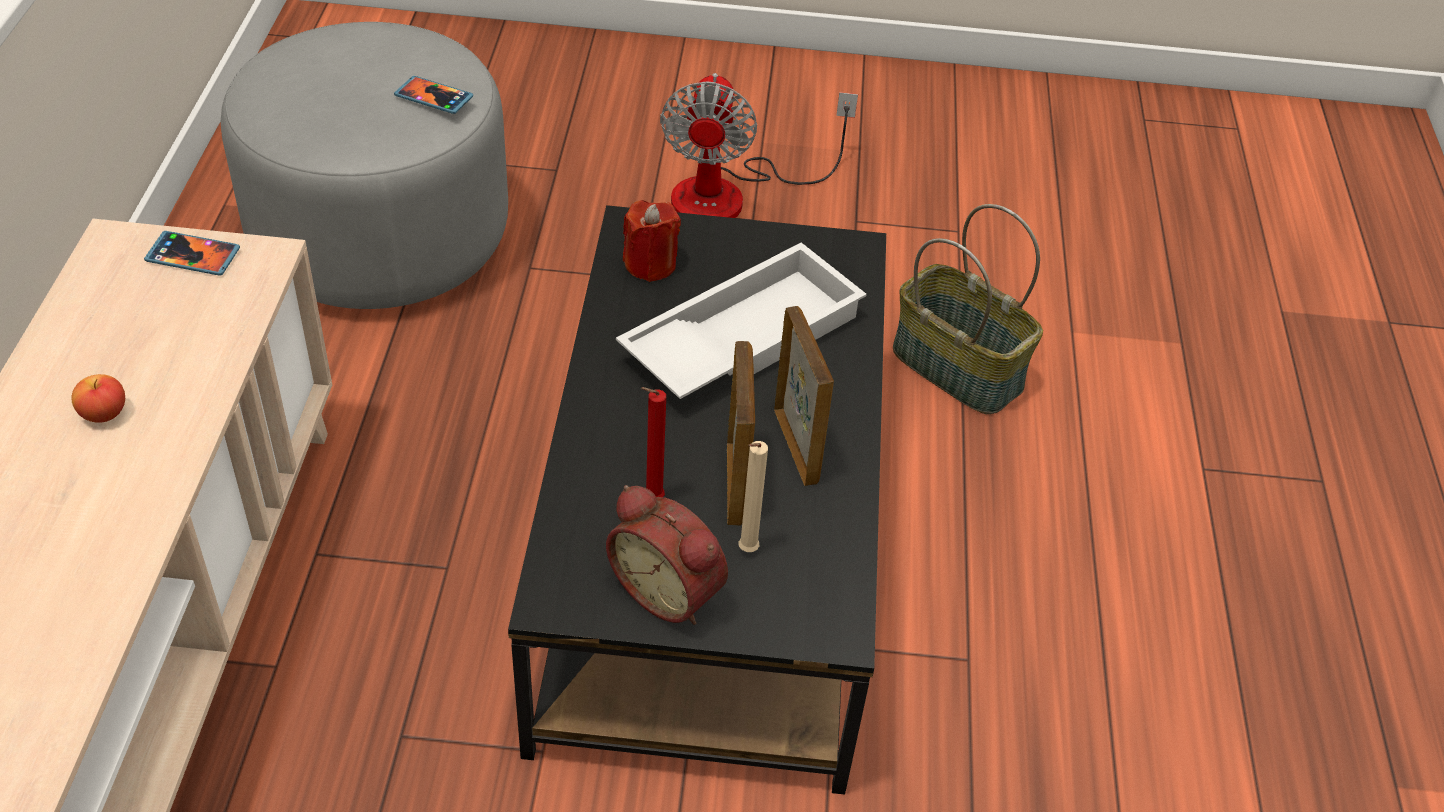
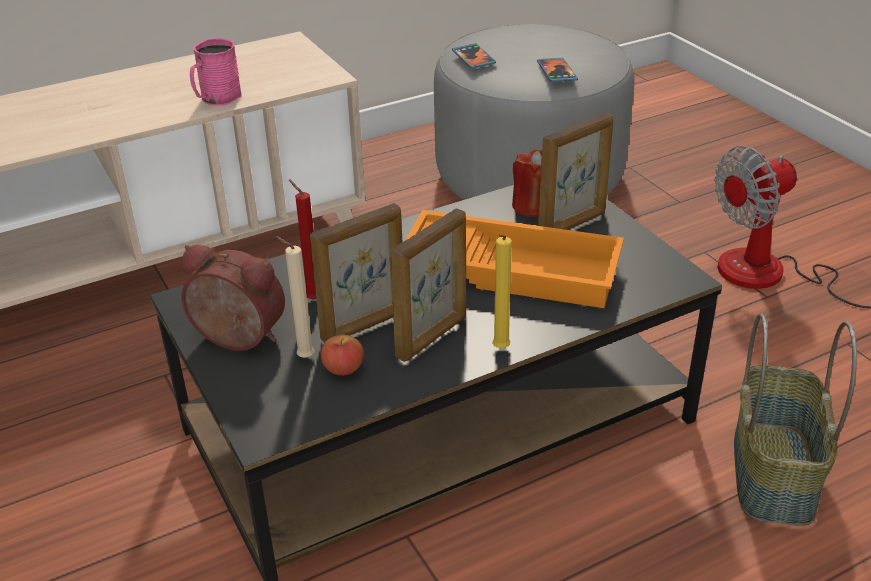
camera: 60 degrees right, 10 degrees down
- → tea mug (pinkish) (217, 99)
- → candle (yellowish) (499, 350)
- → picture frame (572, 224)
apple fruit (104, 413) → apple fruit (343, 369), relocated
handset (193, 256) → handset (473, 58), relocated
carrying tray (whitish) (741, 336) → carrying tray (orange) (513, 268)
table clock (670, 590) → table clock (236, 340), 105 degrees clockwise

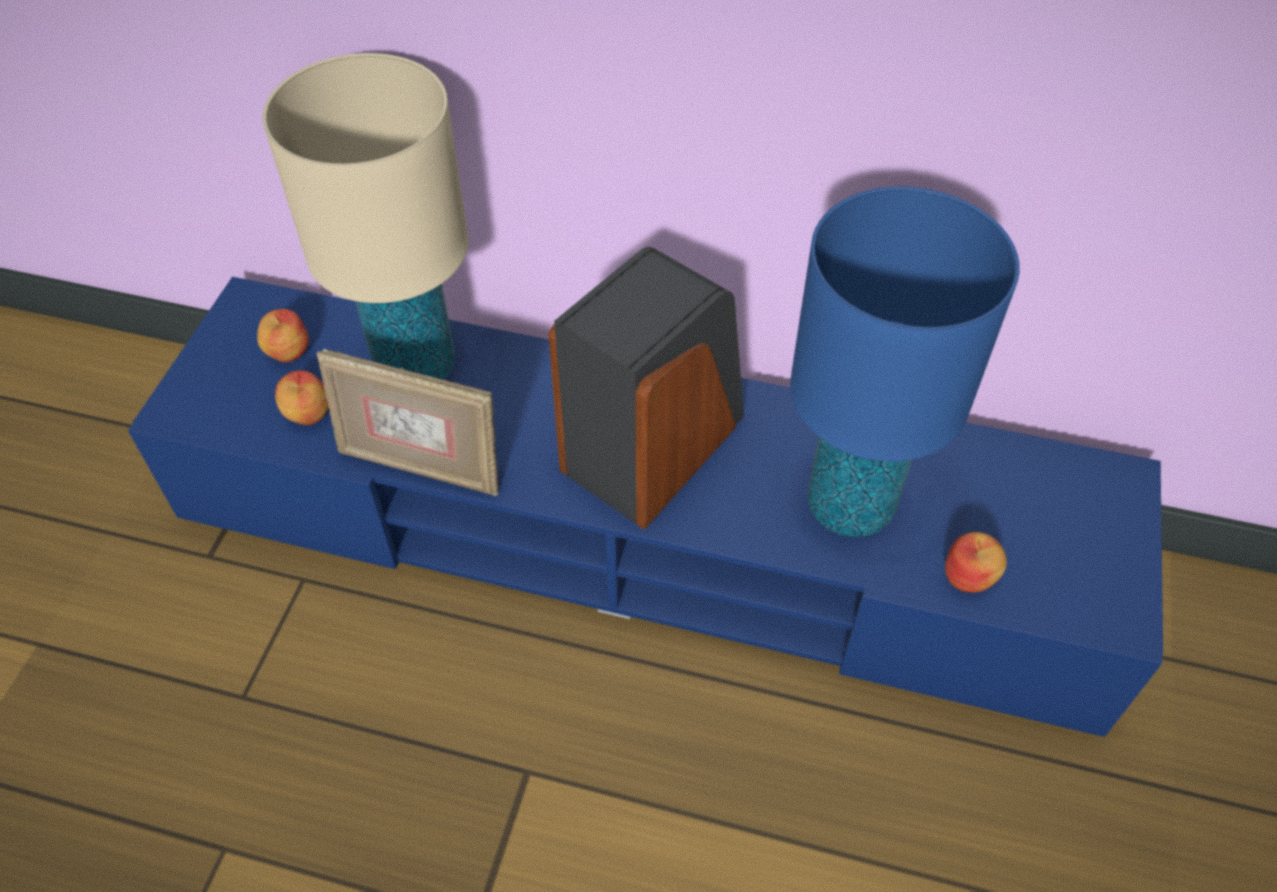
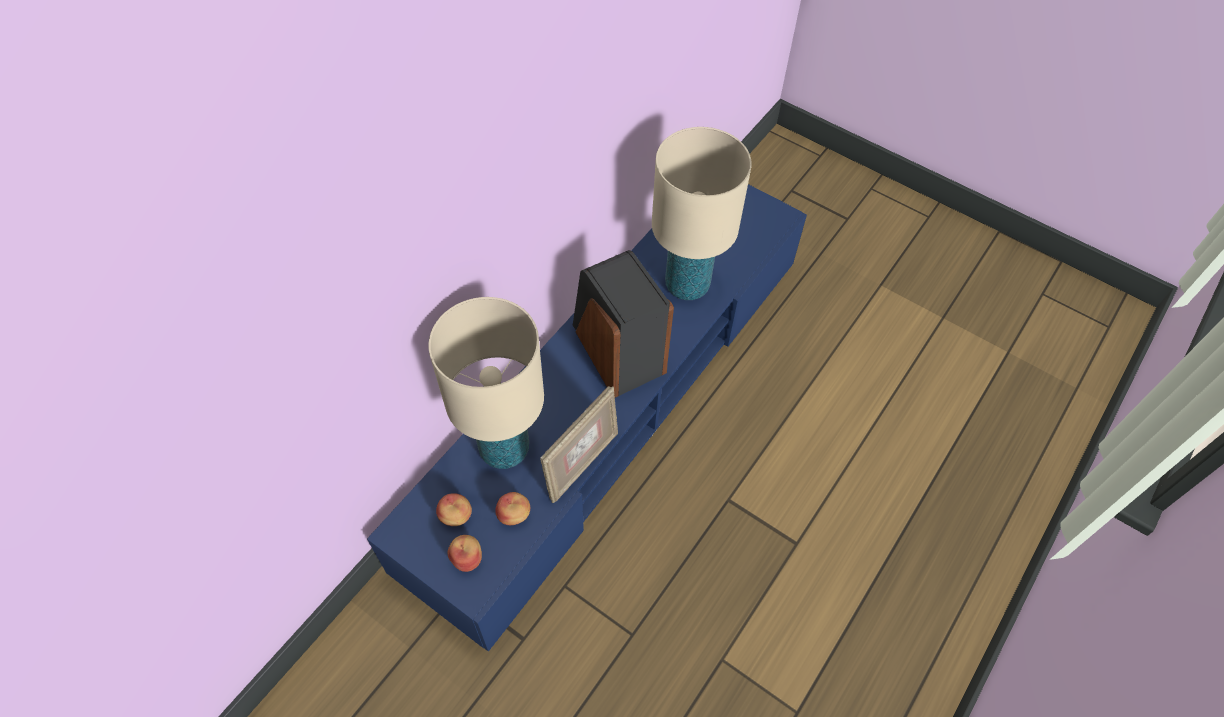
camera: 70 degrees left, 5 degrees up
apple fruit (969, 577) → apple fruit (467, 558), relocated
table lamp (blue-coloured) (849, 505) → table lamp (beige-coloured) (686, 285)

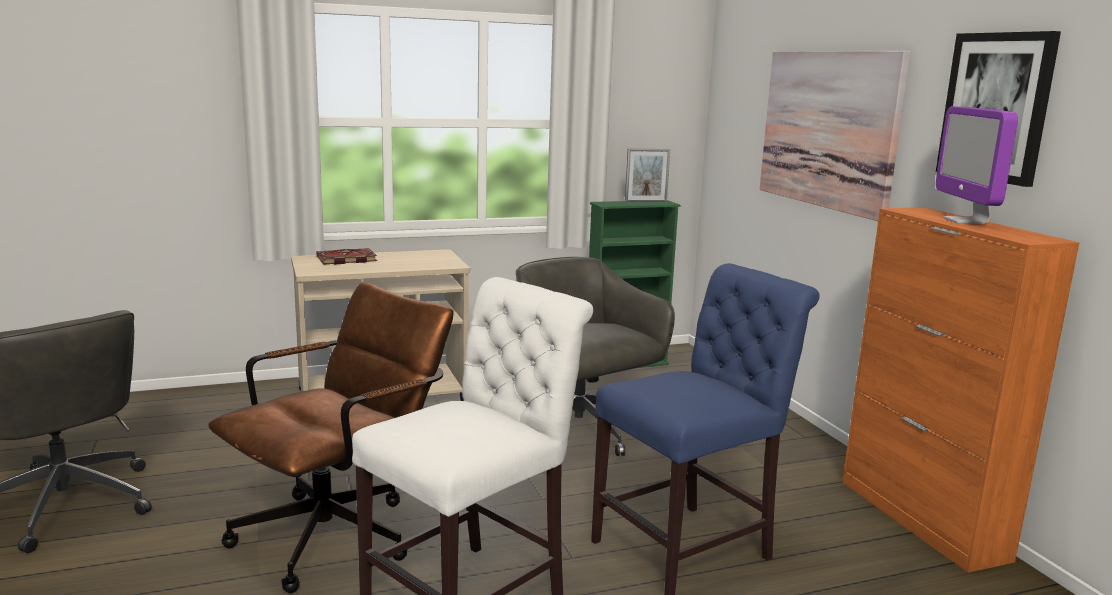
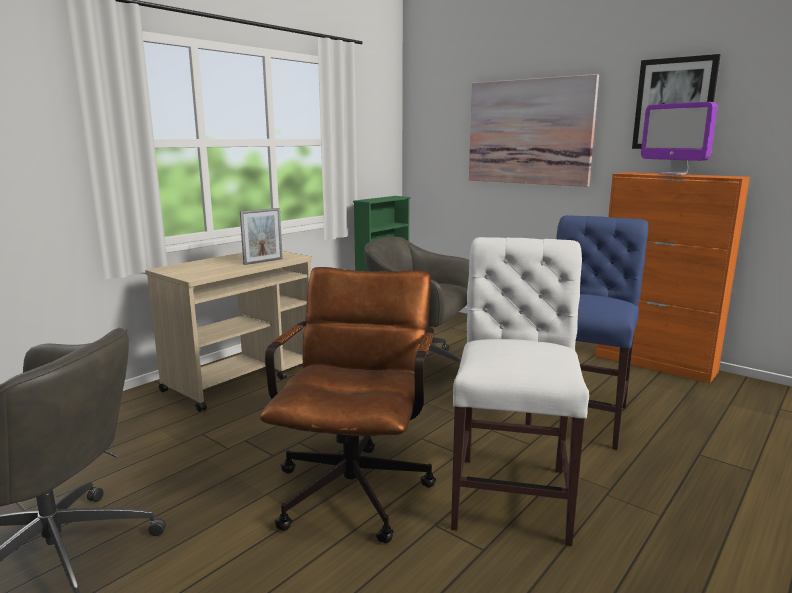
camera: 30 degrees left, 0 degrees up
bound book (345, 259) → -
picture frame (645, 202) → picture frame (263, 261), relocated

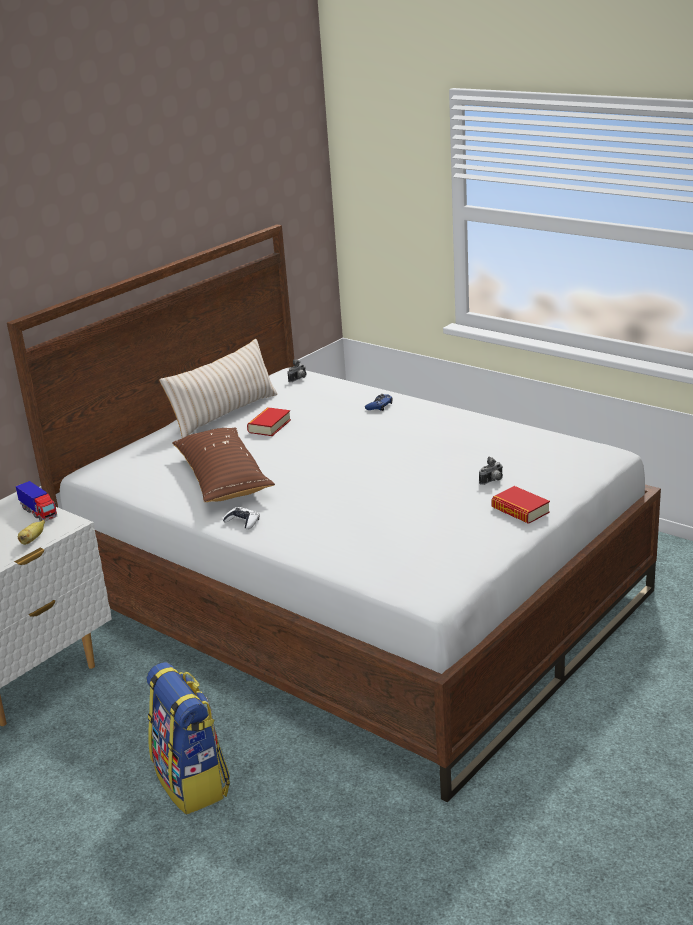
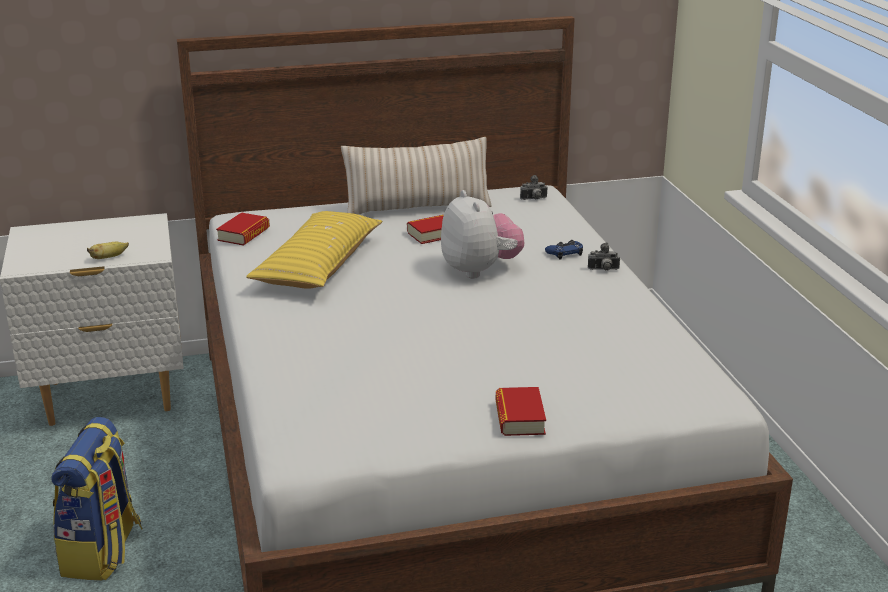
camera: 35 degrees right, 0 degrees up
toy truck (39, 513) → -
gamepad (whitish) (242, 522) → -
- → bound book (243, 234)
- → plush toy (480, 270)
photo camera (492, 481) → photo camera (603, 270), relocated
throw pillow (brown-coloured) (223, 478) → throw pillow (yellowish) (318, 265)

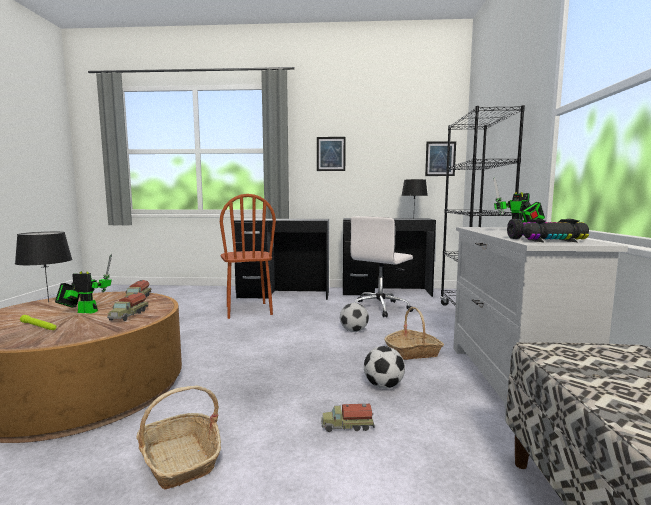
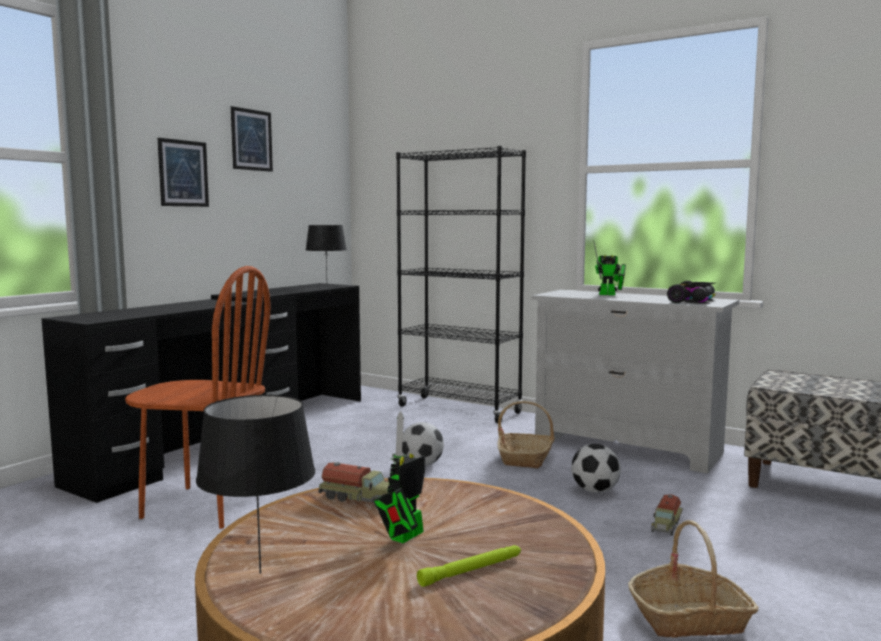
camera: 60 degrees left, 0 degrees up
toy truck (128, 315) → -
desk chair (whitish) (380, 308) → -
wall picture (440, 158) → wall picture (251, 140), relocated

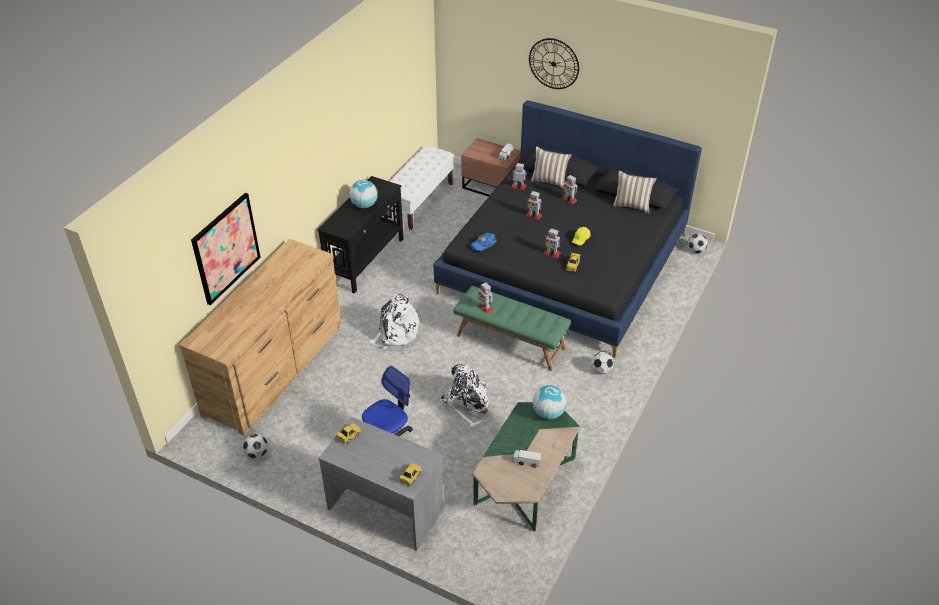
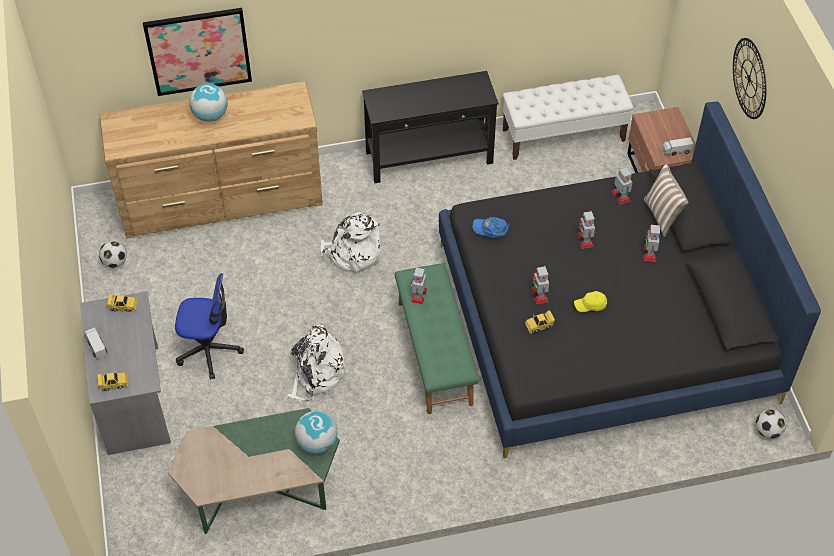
camera: 50 degrees right, 10 degrees up
football ball (601, 370) → -
throw pillow (632, 205) → -
world globe (364, 205) → world globe (210, 115), relocated
toy truck (526, 461) → toy truck (96, 346), relocated

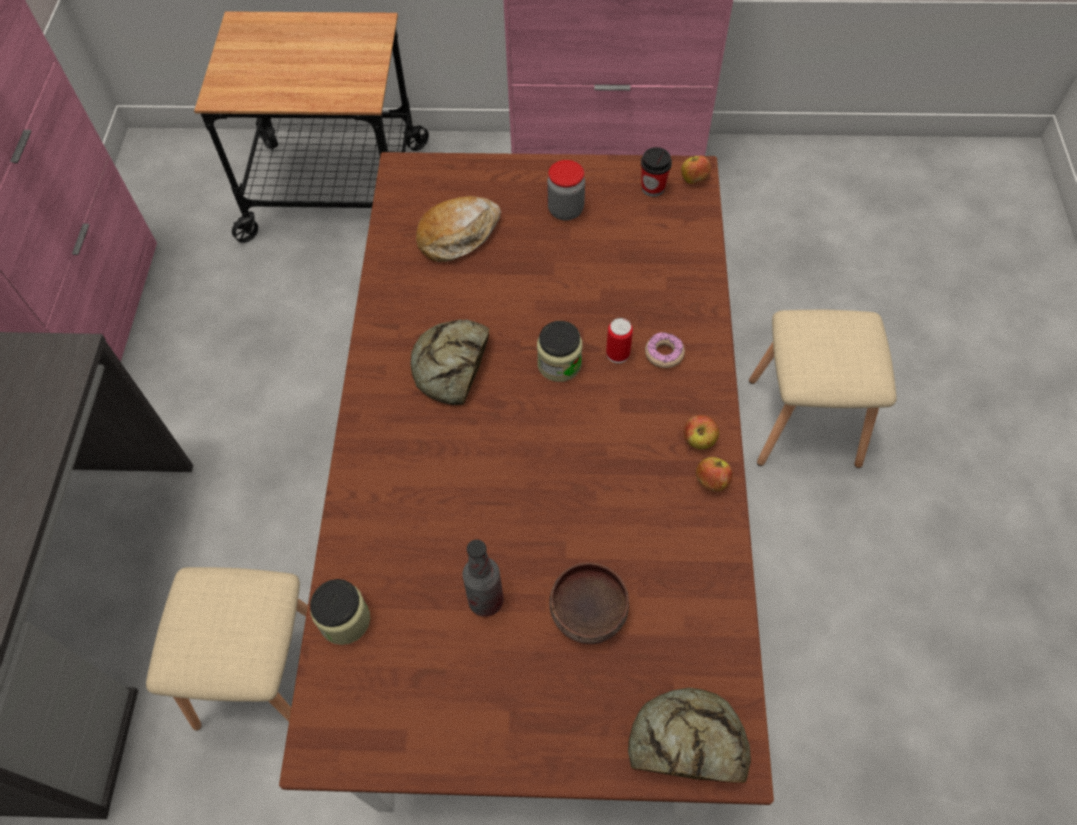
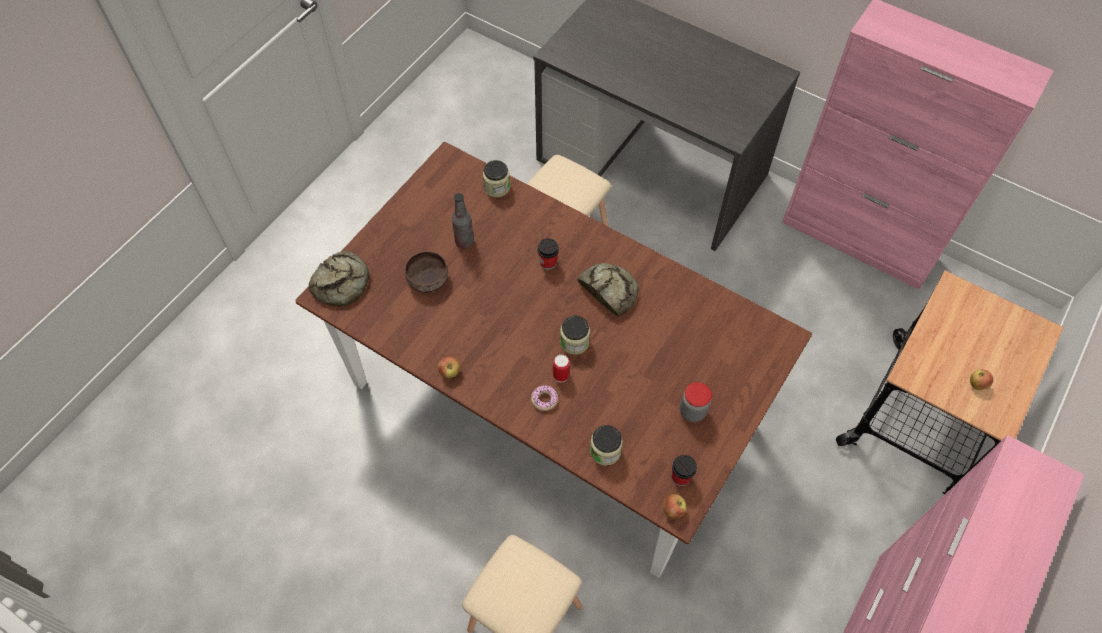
camera: 120 degrees right, 0 degrees up
bakery bread (458, 235) → -
- → small cup (548, 263)
- → jar (605, 451)
apple fruit (699, 440) → apple fruit (977, 384), relocated

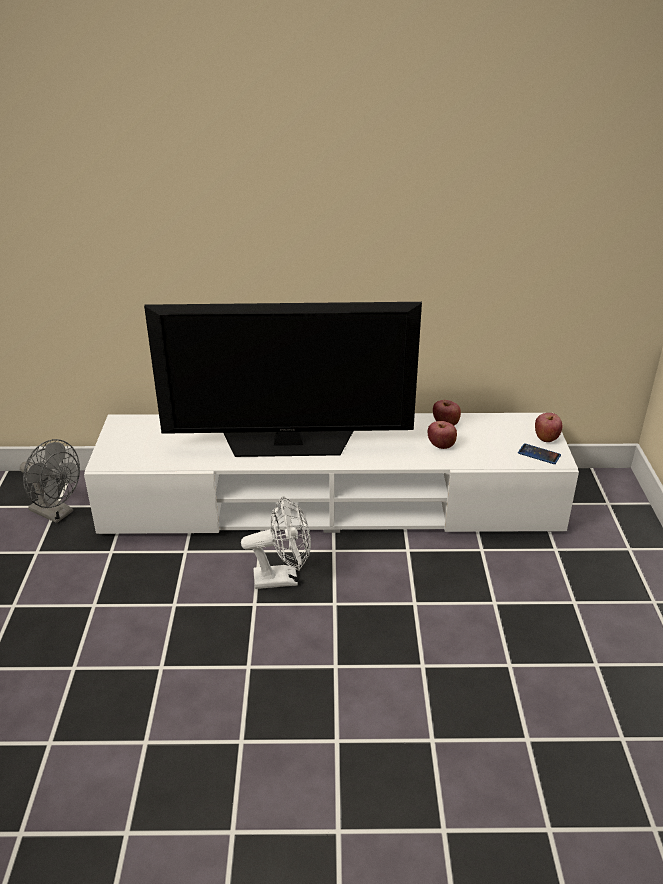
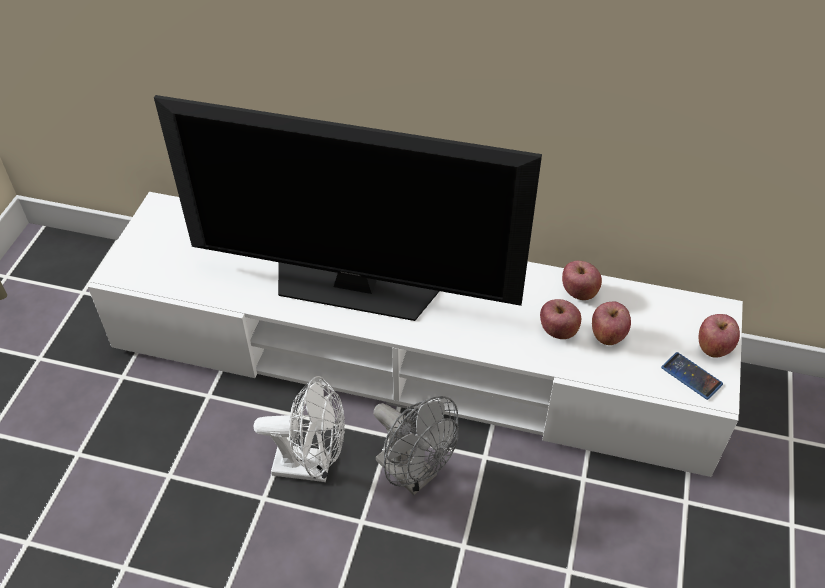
camera: 15 degrees right, 15 degrees up
- → apple fruit (608, 335)
cooling fan (gray) (57, 513) → cooling fan (gray) (413, 474), relocated

